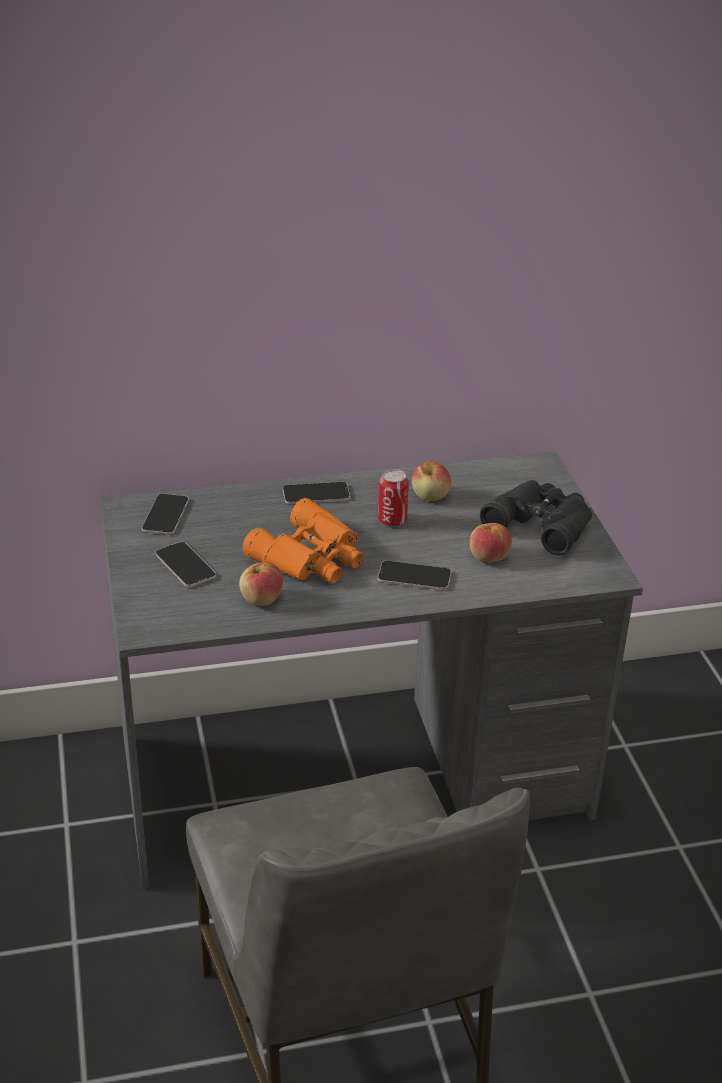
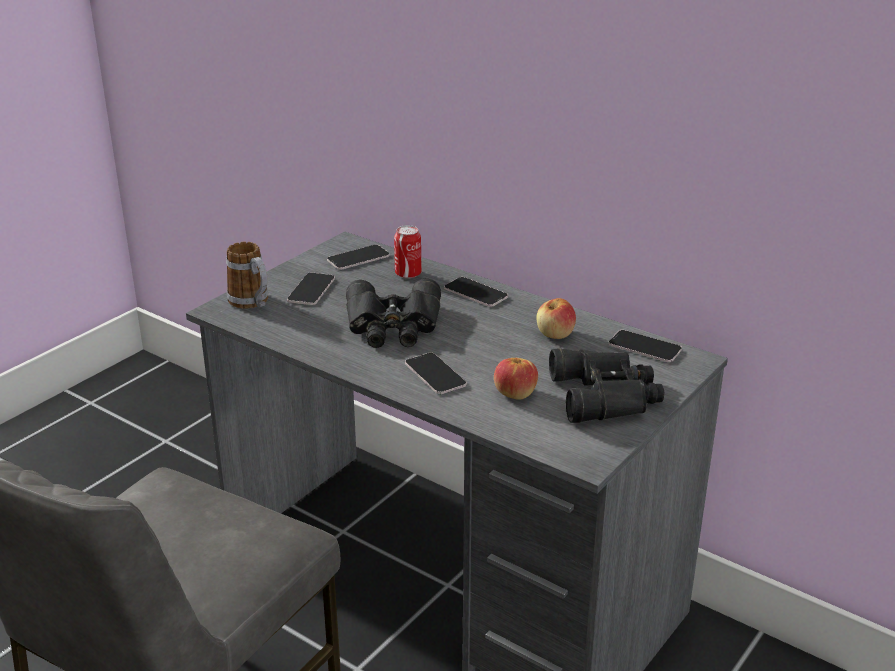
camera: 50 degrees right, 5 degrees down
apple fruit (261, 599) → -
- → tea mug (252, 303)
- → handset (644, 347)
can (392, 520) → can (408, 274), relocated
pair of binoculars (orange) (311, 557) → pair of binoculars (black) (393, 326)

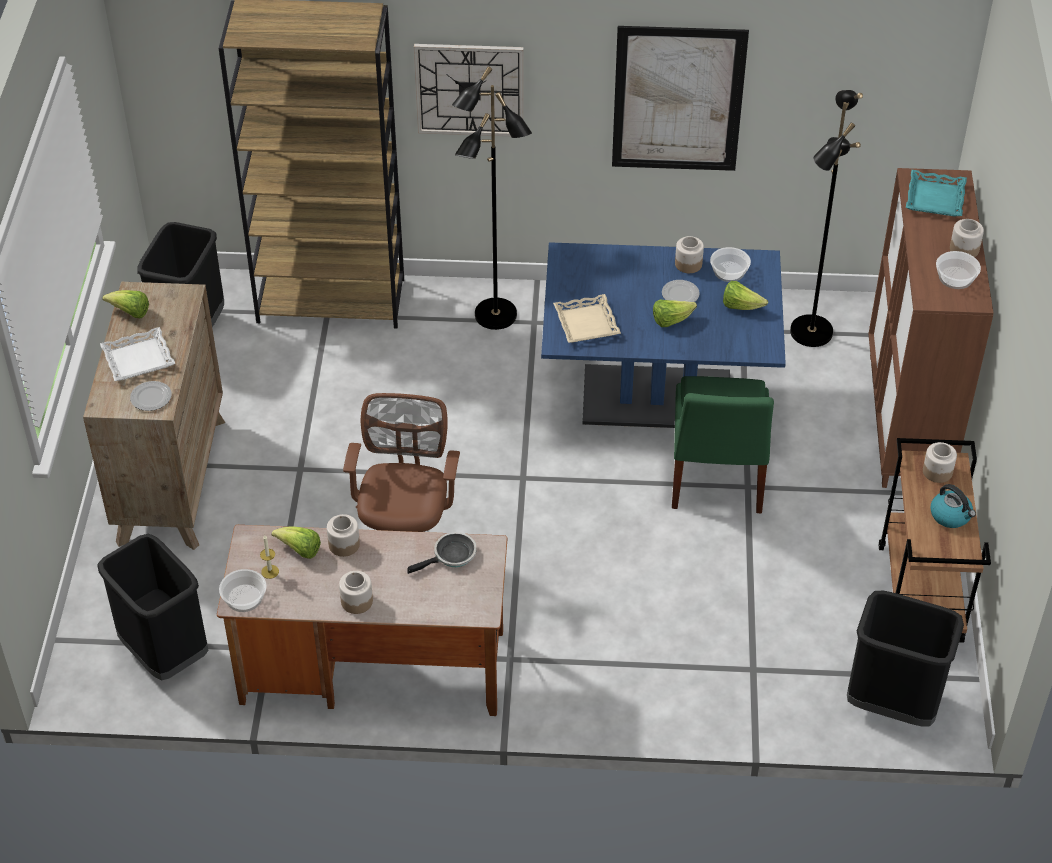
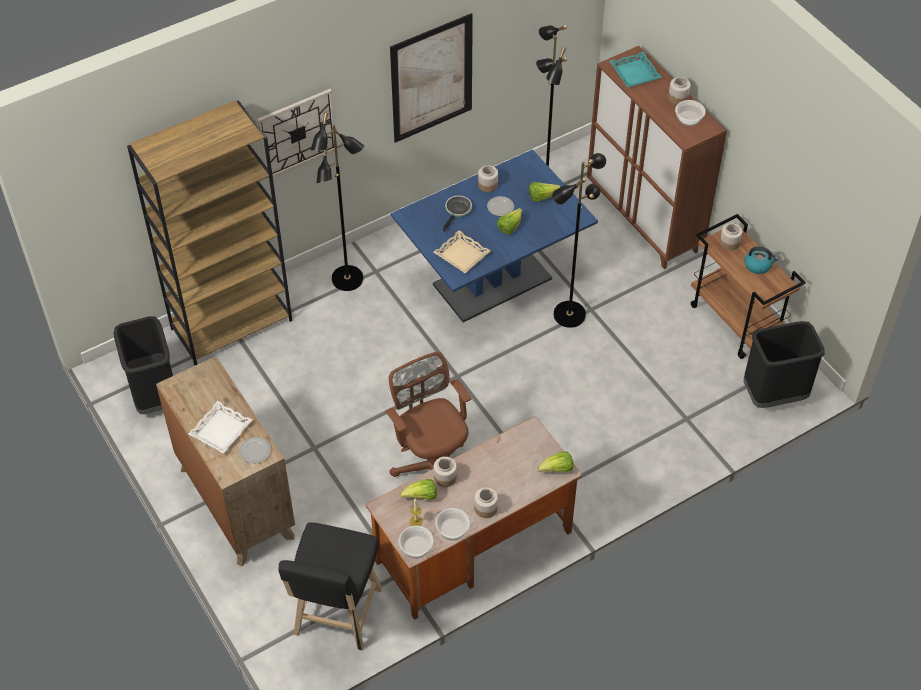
camera: 35 degrees left, 5 degrees up
lettuce (130, 312) → lettuce (557, 470), relocated
pan (451, 556) → pan (457, 211), relocated
deep dish (729, 271) → deep dish (452, 529), relocated
rubbish bin (black) (164, 652) → stool seat (black) (336, 616)
chair (green) (715, 478) → floor lamp (black) (569, 314)

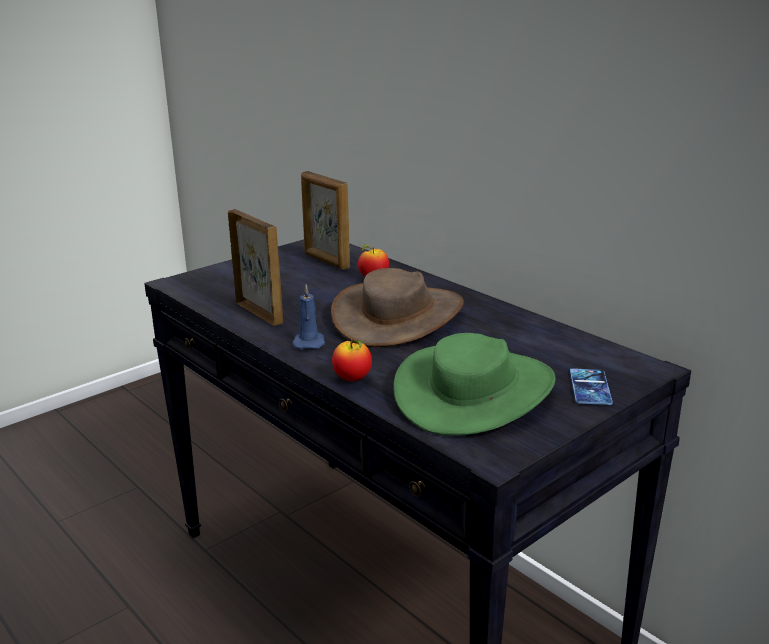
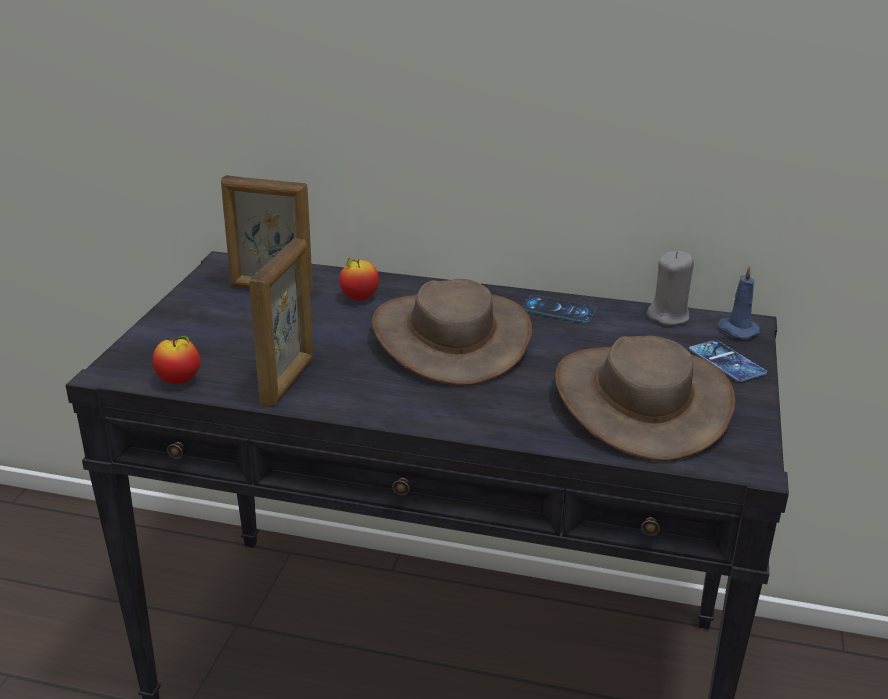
camera: 35 degrees left, 5 degrees up
- → handset (558, 310)
- → candle (gray) (668, 316)
candle (blue-coloured) (309, 342) → candle (blue-coloured) (736, 330), relocated
apple fruit (352, 379) → apple fruit (179, 381), relocated
clothing hat (green) (475, 391) → clothing hat (brown-coloured) (641, 401)
picture frame (259, 313) → picture frame (289, 381), 90 degrees clockwise

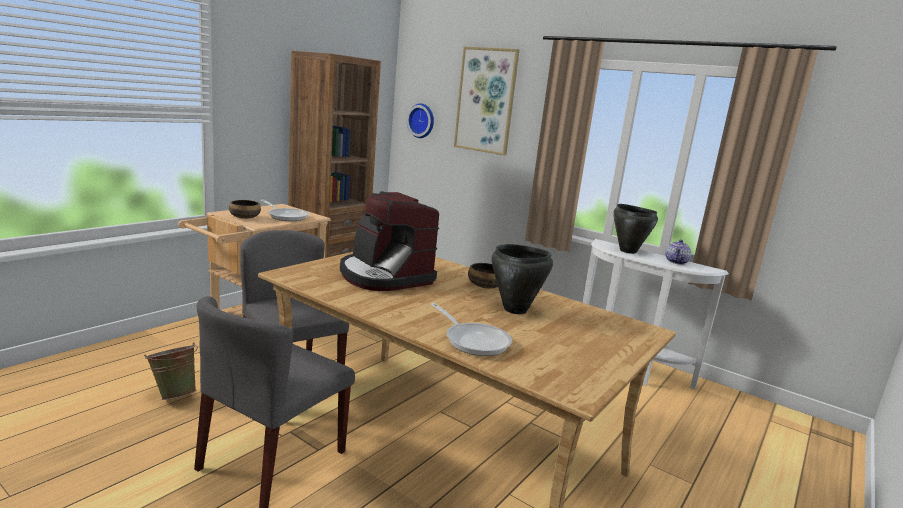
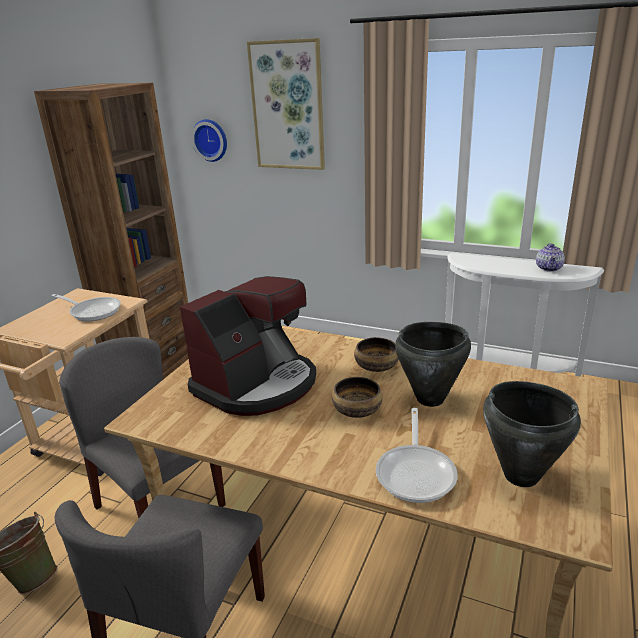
camera: 10 degrees left, 10 degrees up
deep dish (244, 217) → deep dish (356, 409), relocated
cooking pot (black) (628, 251) → cooking pot (black) (520, 475), relocated
coffee machine (384, 276) → coffee machine (257, 384), 90 degrees counterclockwise
pan (474, 340) → pan (416, 472), 60 degrees clockwise

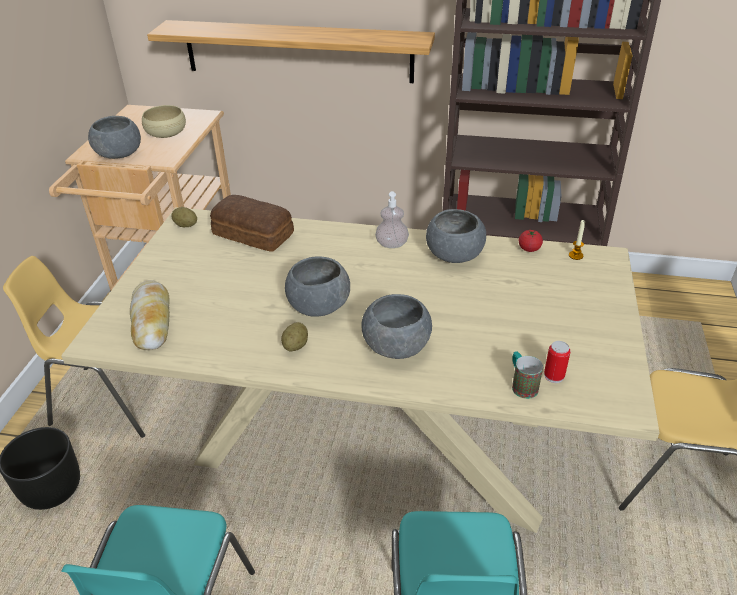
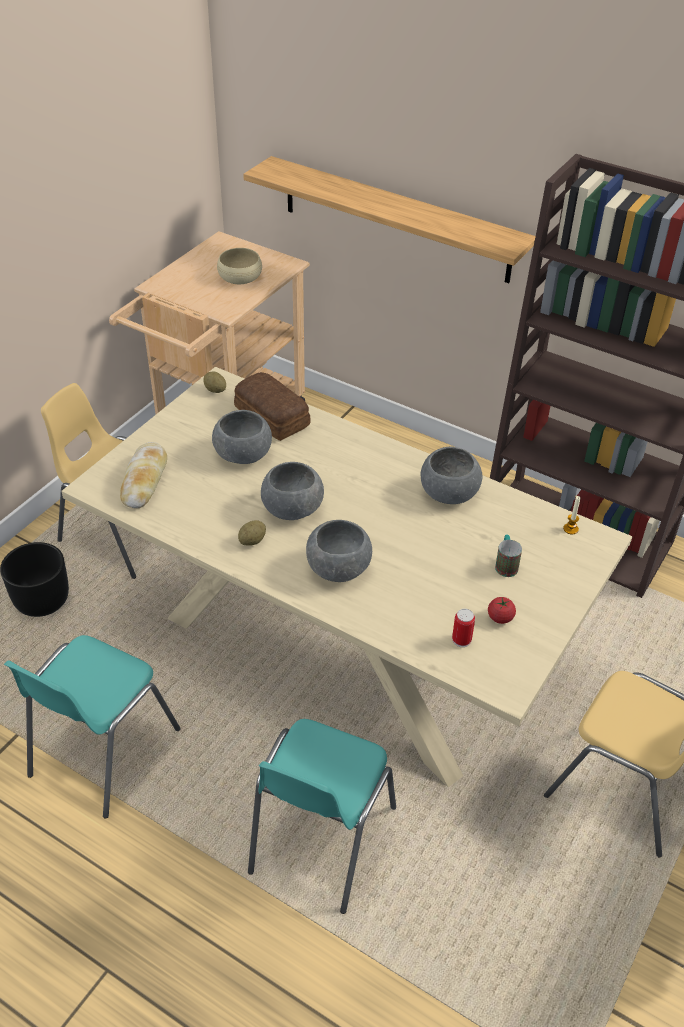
camera: 20 degrees right, 5 degrees up
liquid soap bottle (392, 244) → -
deep dish (gray) (119, 154) → deep dish (gray) (243, 455), relocated
tea mug (521, 385) → tea mug (505, 564), relocated
whole tomato (529, 249) → whole tomato (500, 617), relocated

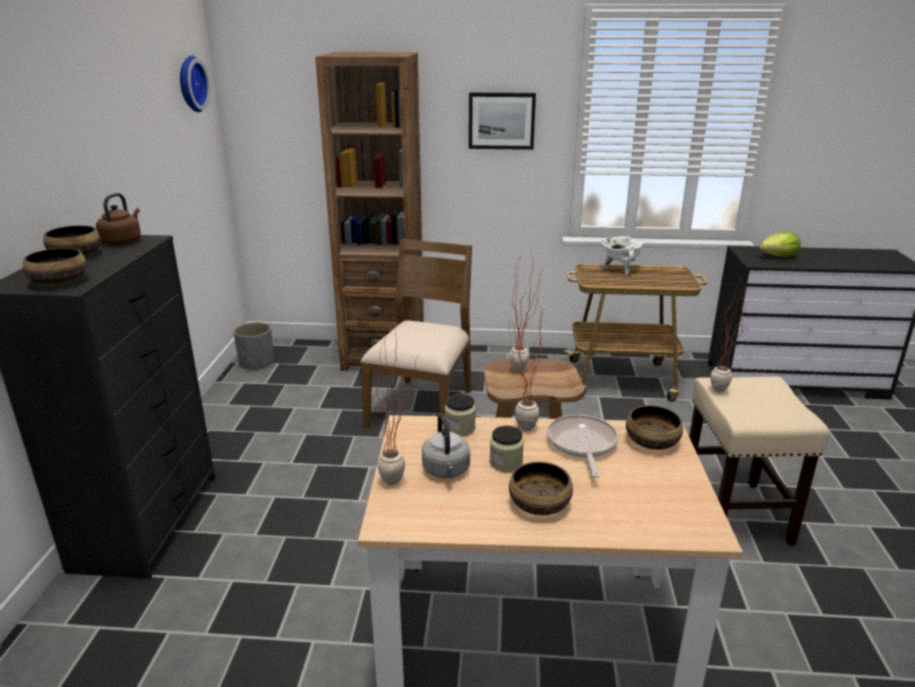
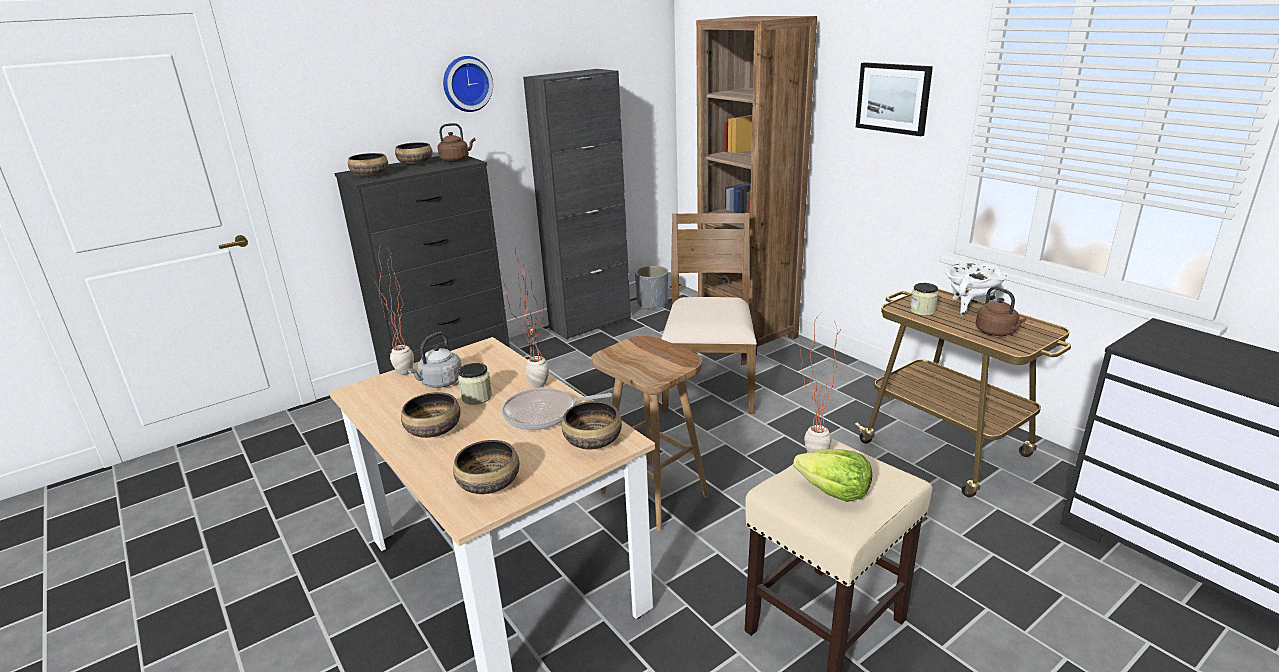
camera: 50 degrees right, 0 degrees up
houseplant (525, 370) → -
- → deep dish (489, 483)
- → cupboard (black) (590, 323)
- → water kettle (brown-coloured) (997, 332)
hanging clock (190, 84) → hanging clock (466, 83), relocated
jar (460, 428) → jar (922, 311), relocated
lettuce (778, 256) → lettuce (834, 491), relocated
chair (brown-coloured) (422, 408) → chair (brown-coloured) (709, 385), 60 degrees counterclockwise
pan (582, 445) → pan (544, 414), 150 degrees counterclockwise

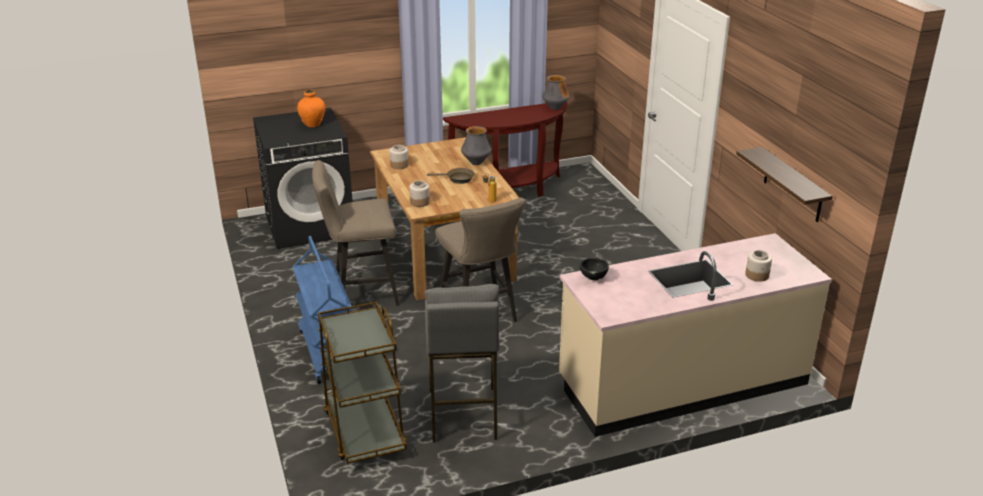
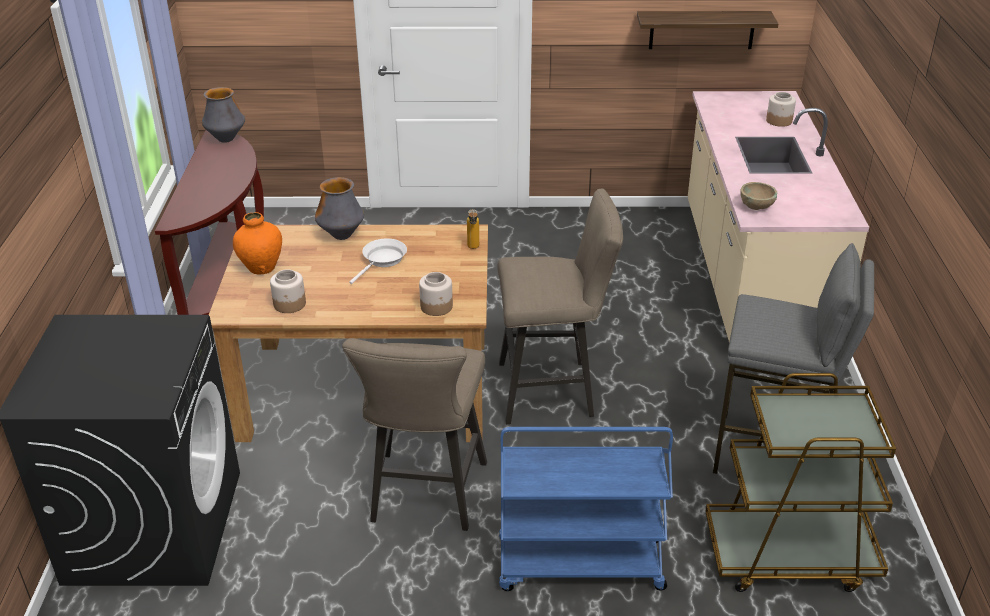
camera: 70 degrees left, 5 degrees up
decorative vase (orange) (313, 124) → decorative vase (orange) (261, 268), relocated
pan (brown-coloured) (457, 179) → pan (whitish) (382, 260)
deep dish (black) (593, 277) → deep dish (beige-coloured) (756, 207)

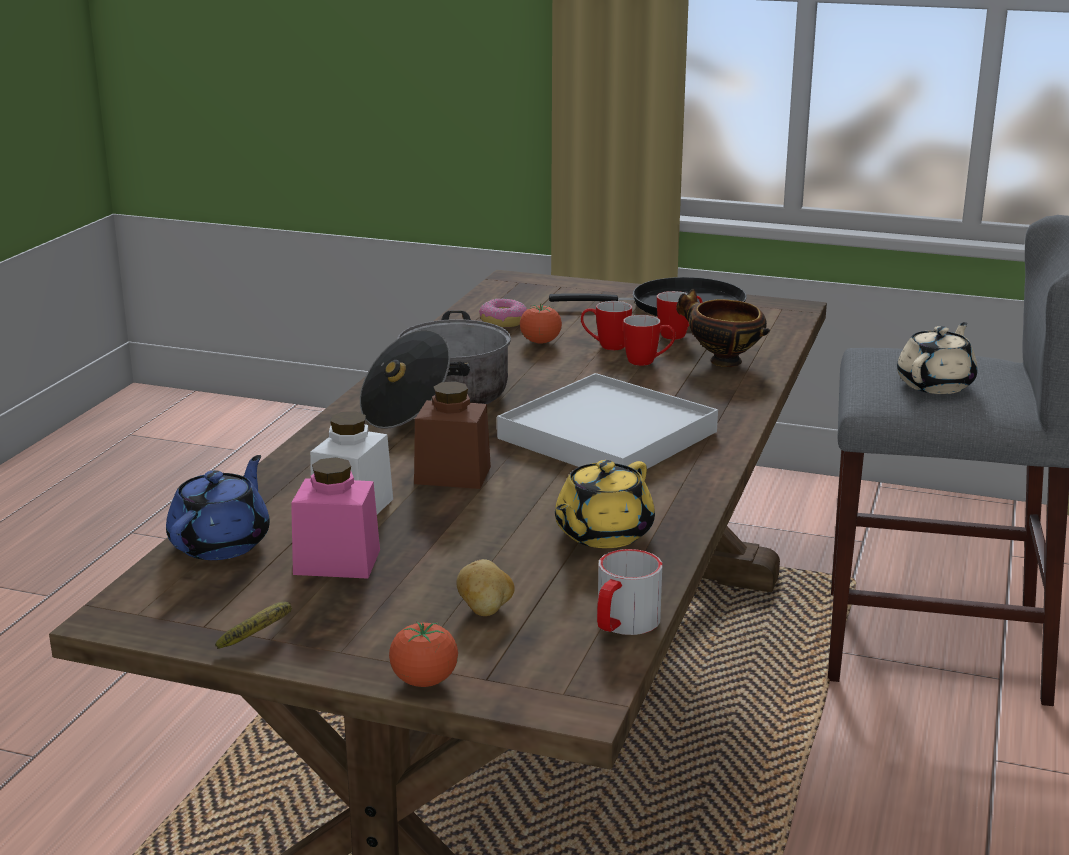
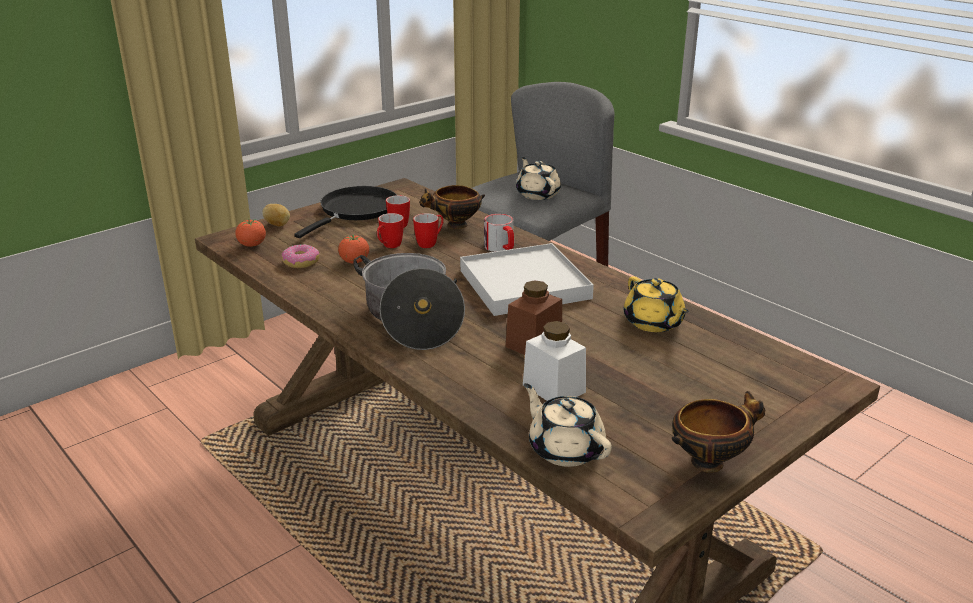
camera: 60 degrees left, 5 degrees up
jar (pinkish) (337, 562) → -
whole tomato (424, 681) → whole tomato (252, 245), relocated
whole potato (485, 610) → whole potato (278, 225), relocated
tea mug (622, 624) → tea mug (501, 248), relocated
whole banana (263, 634) → deep dish (710, 461)
teapot (blue-coloured) (222, 543) → teapot (beige-coloured) (565, 449)

